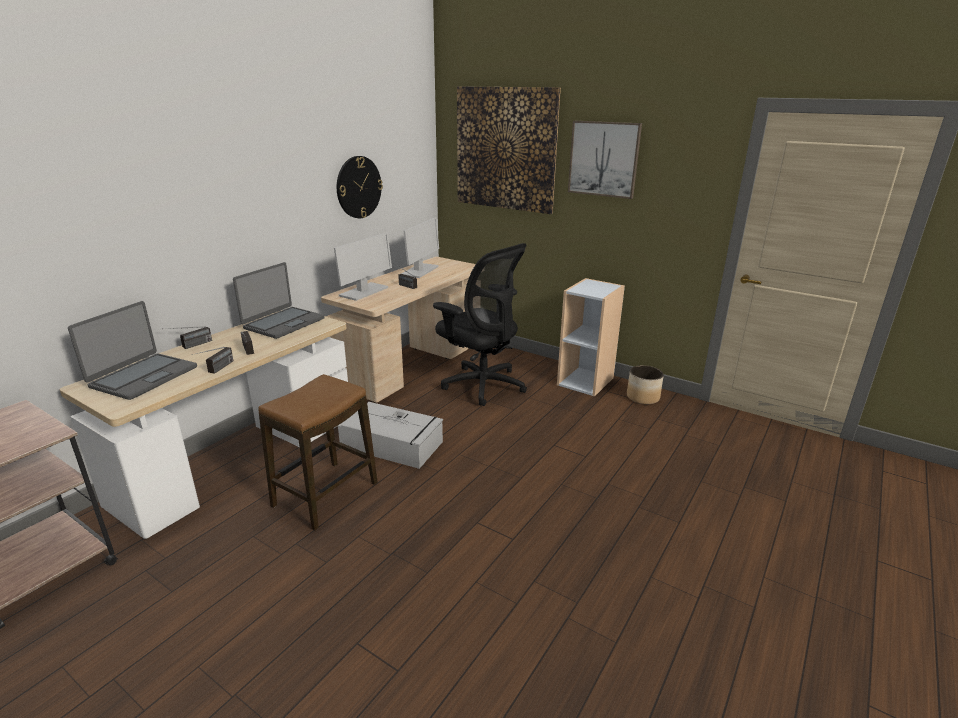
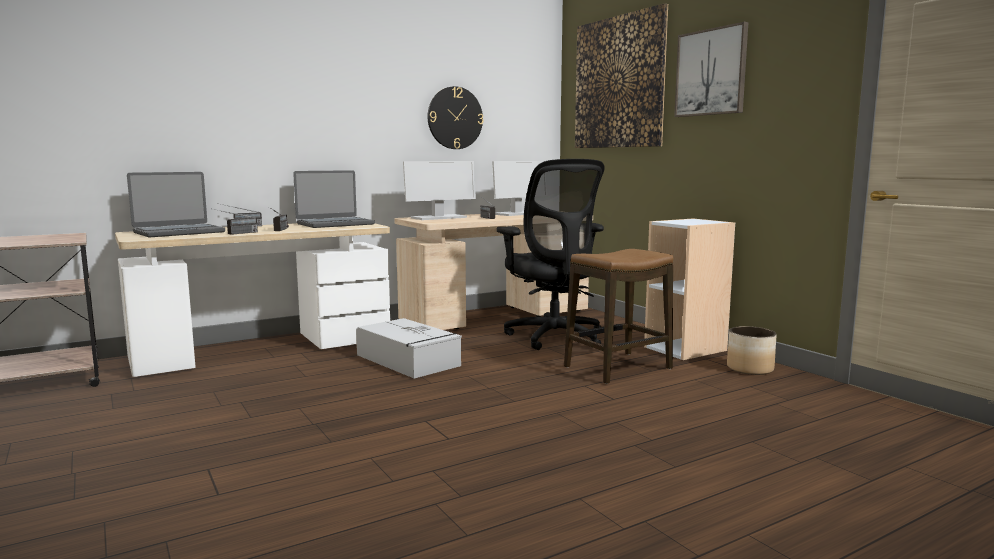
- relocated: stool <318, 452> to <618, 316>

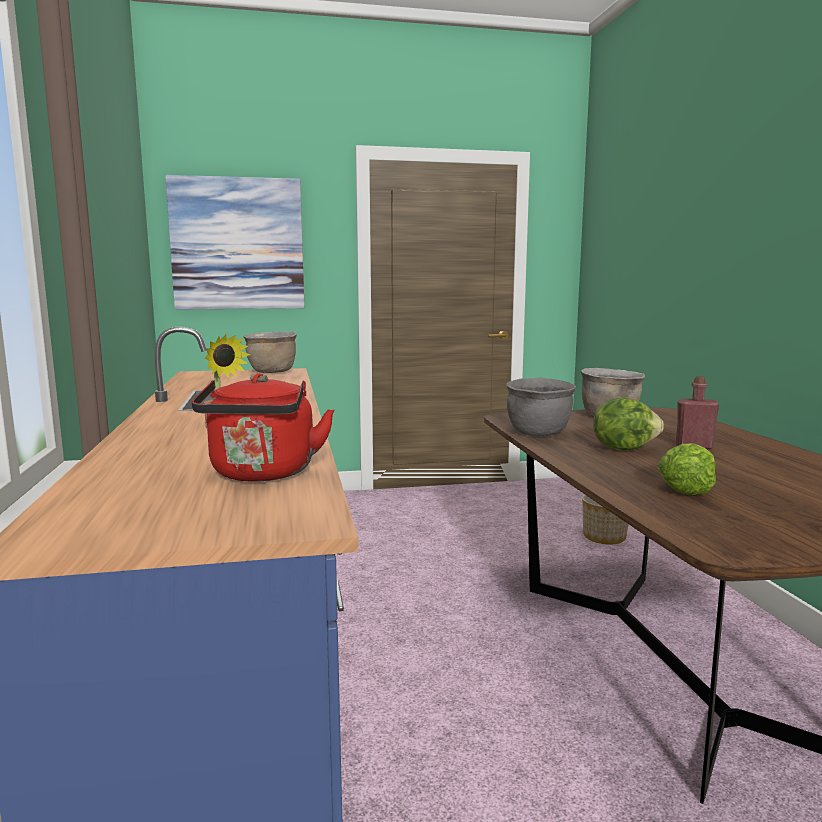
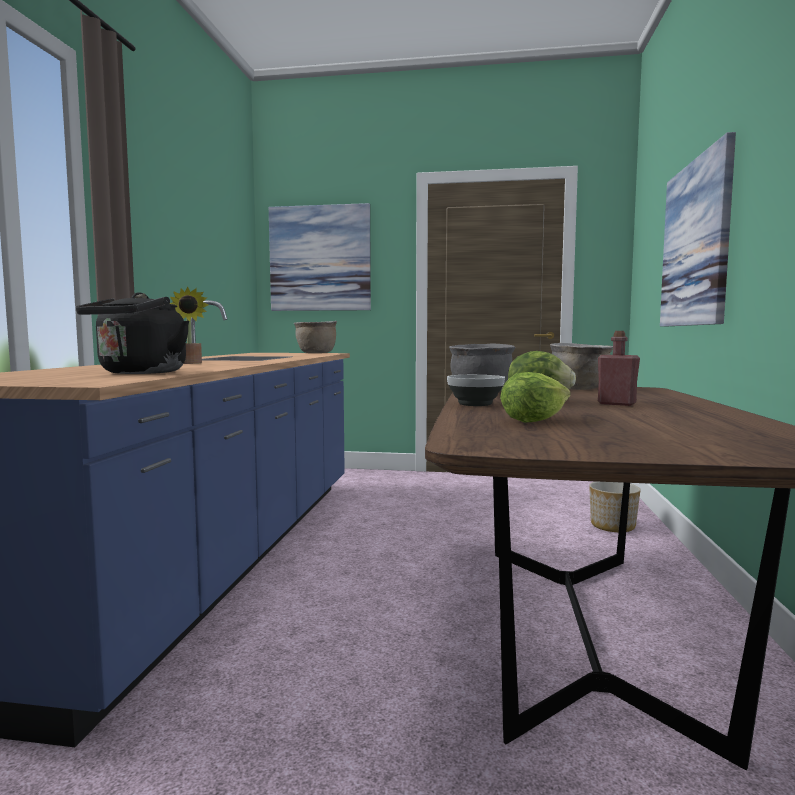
- colour: tea kettle (reddish) <263, 427> to tea kettle (blackish) <132, 333>
- appeared: bowl <476, 390>
- appeared: wall art <698, 229>

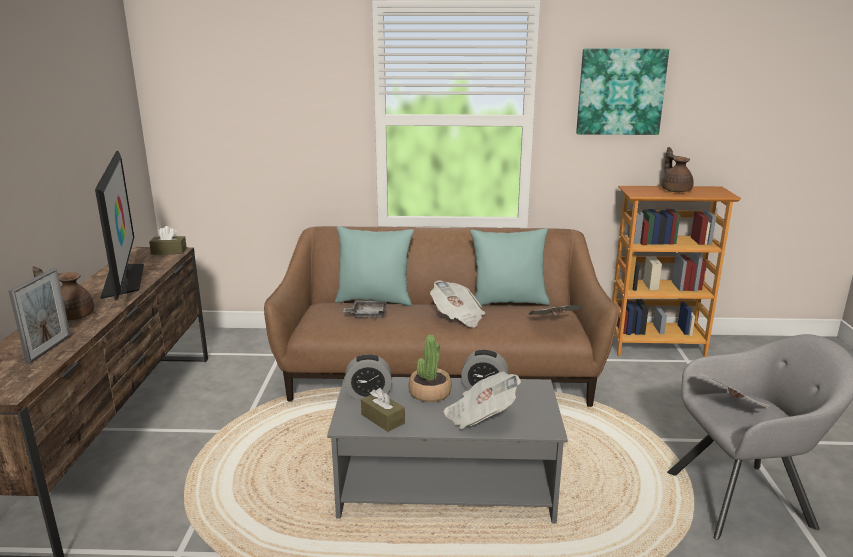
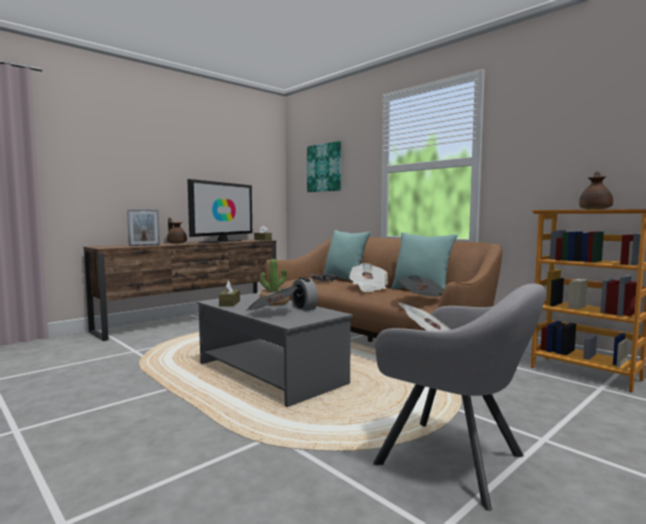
- relocated: wall art <622, 92> to <324, 166>
- missing: bedside clock <368, 376>

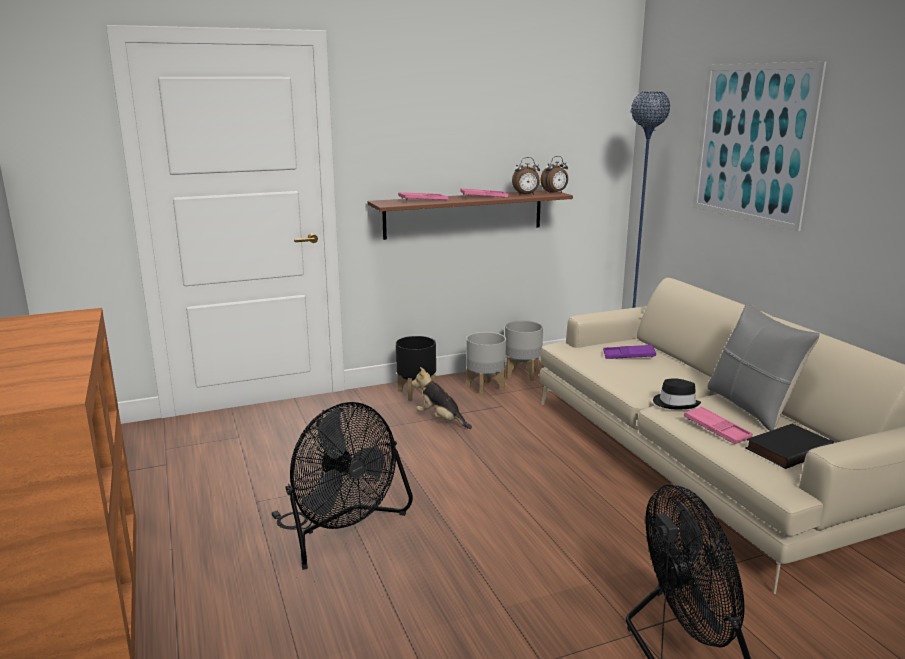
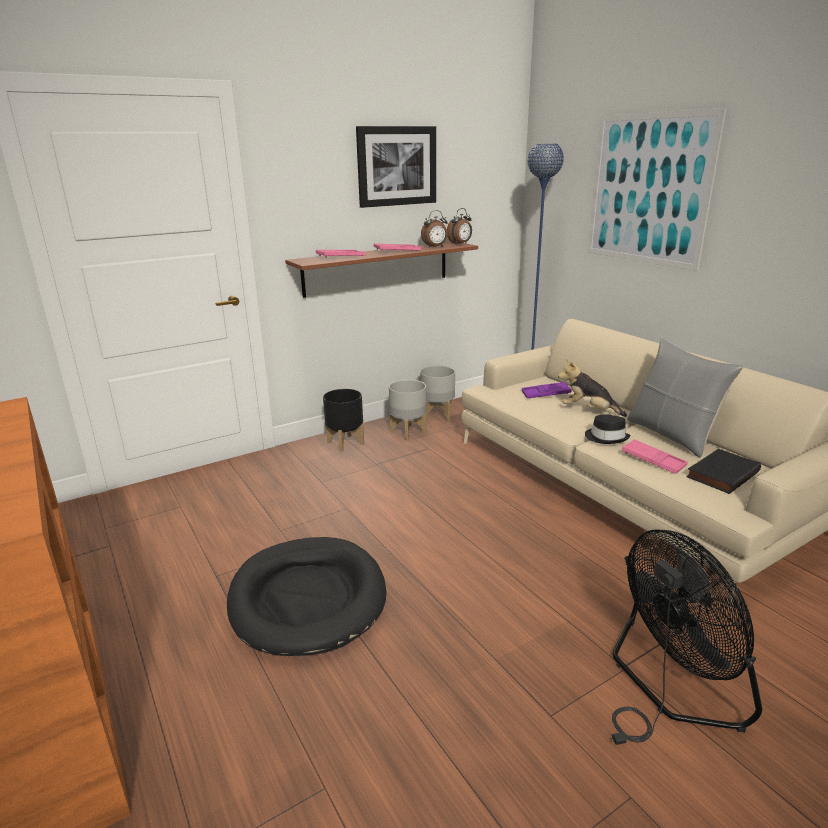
- exchanged: cooling fan (blackish) <342, 486> to dog cushion (blackish) <307, 596>
- appeared: wall art <396, 167>
- relocated: soft toy <441, 398> to <592, 388>

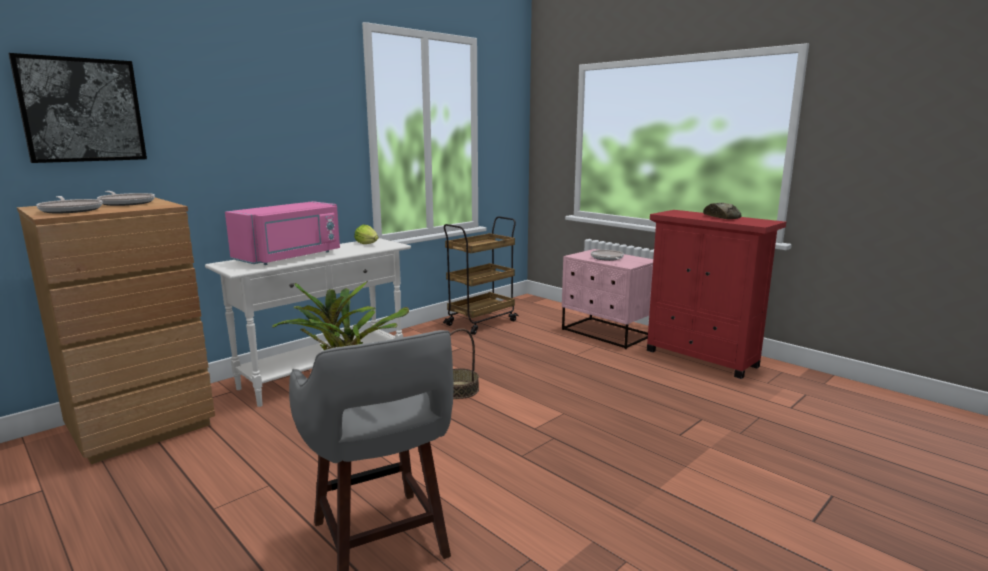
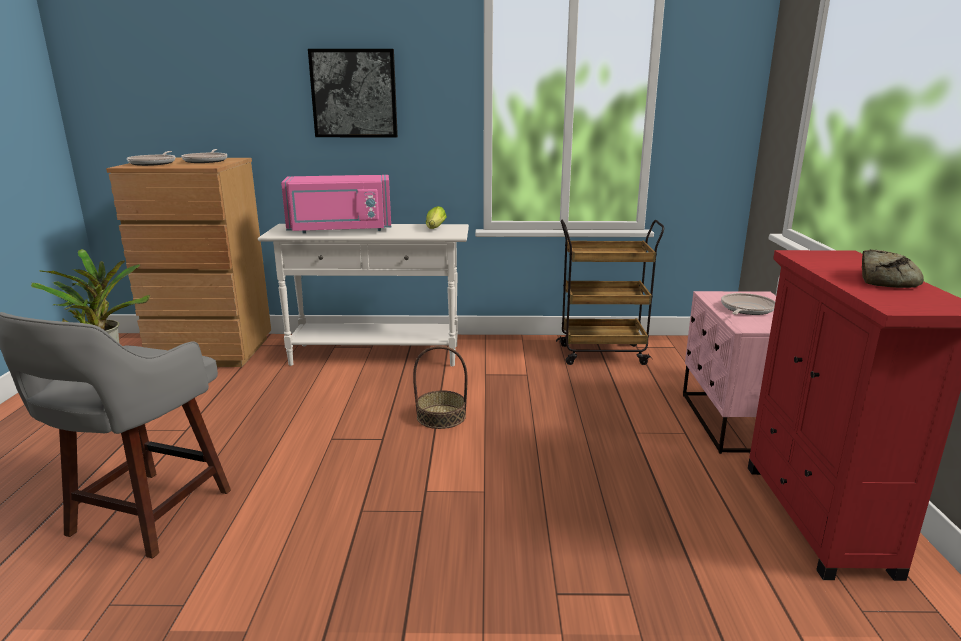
- relocated: wall art <77, 108> to <353, 93>

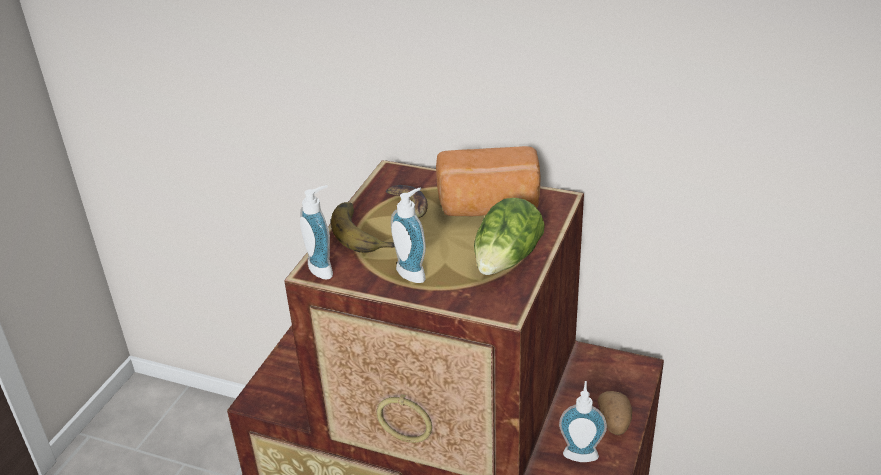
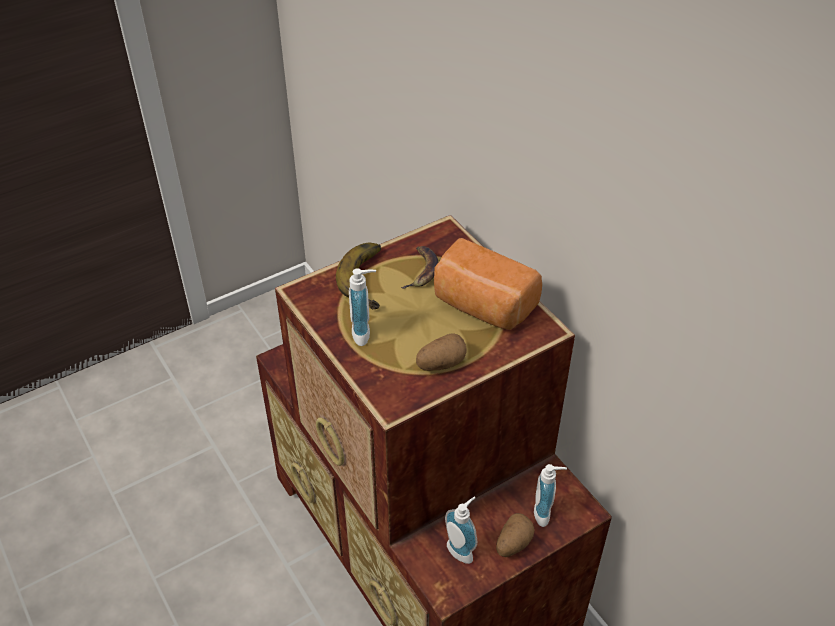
- exchanged: lettuce <509, 236> to potato <441, 352>
- relocated: soap dispenser <316, 232> to <550, 495>

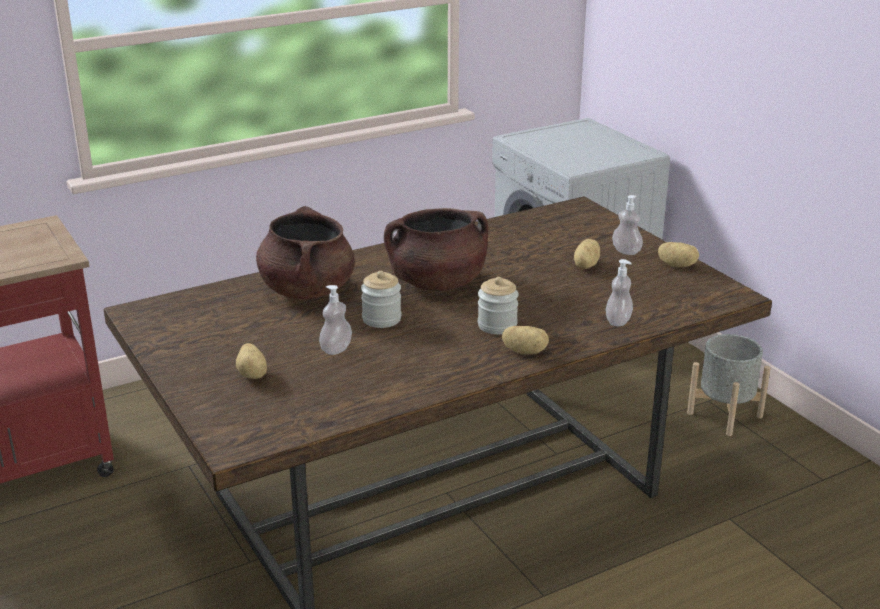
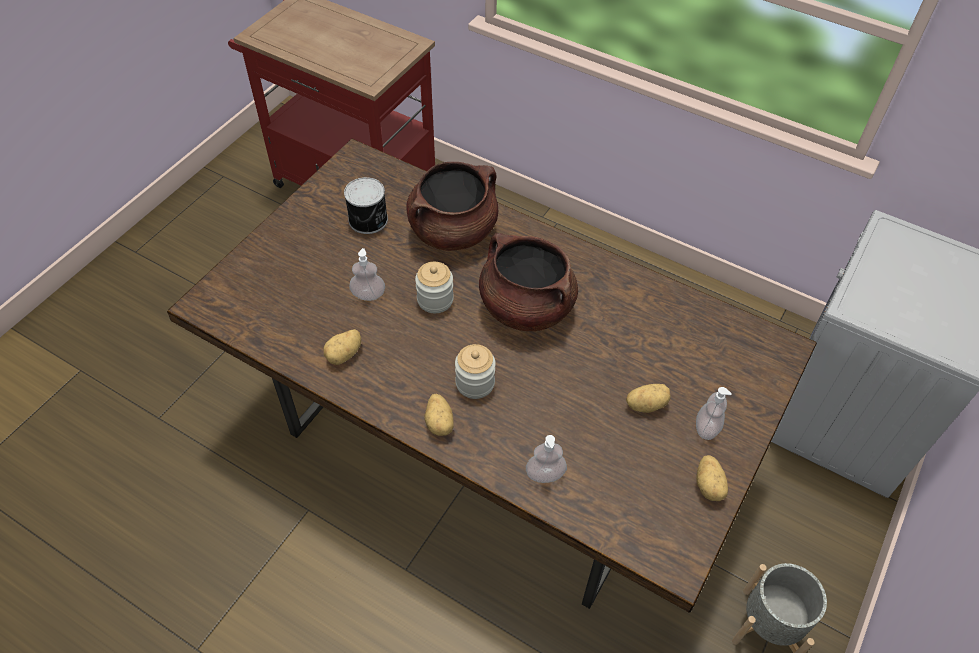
- relocated: potato <251, 361> to <342, 347>
- appeared: can <366, 205>

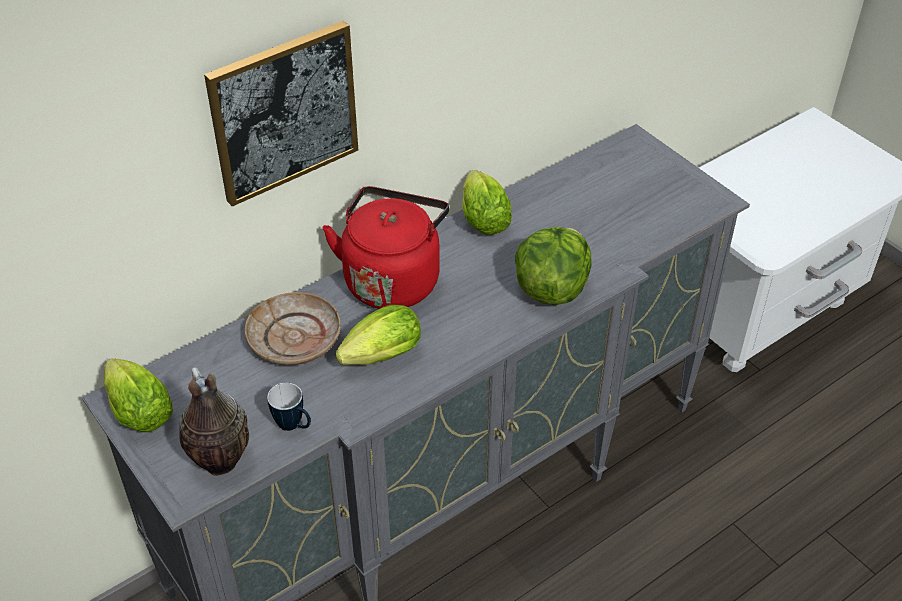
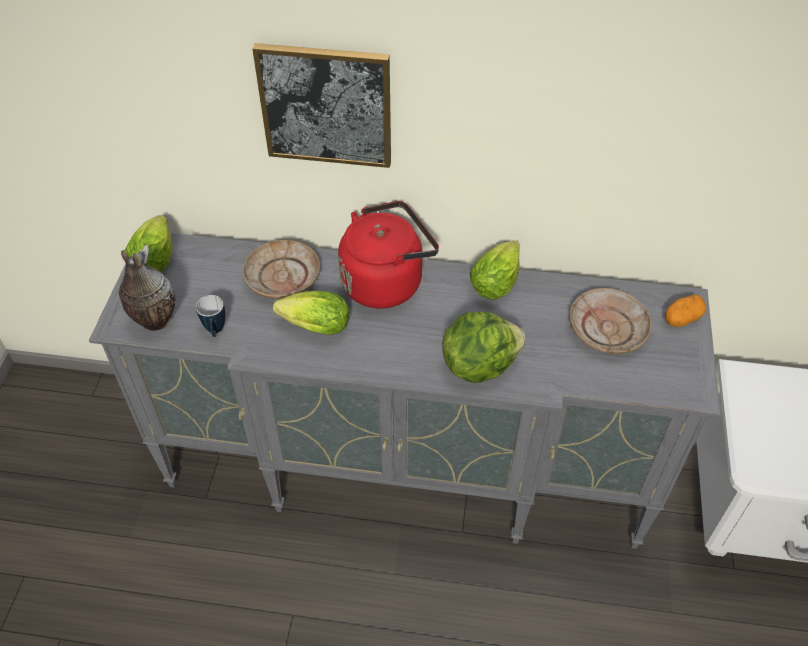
- appeared: flat dish (beige-coloured) <611, 321>
- appeared: potato <685, 310>

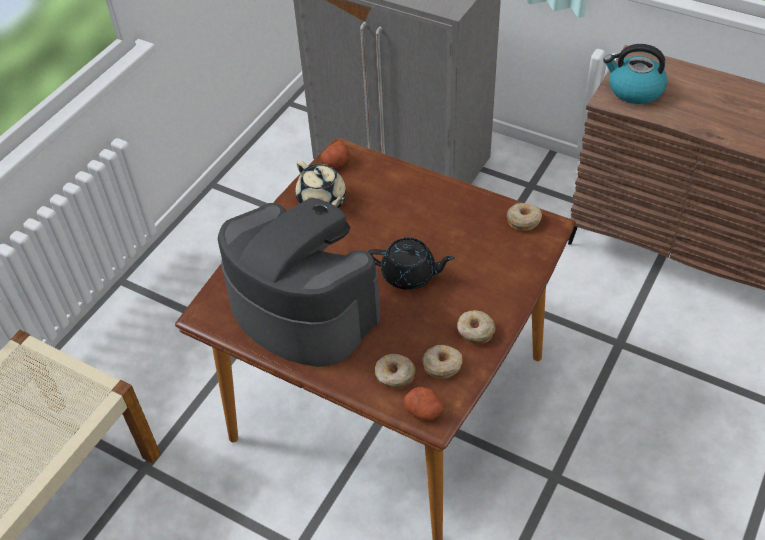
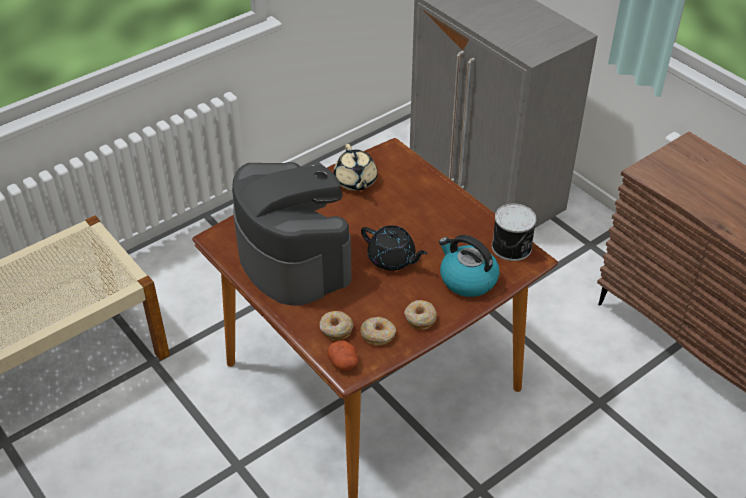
- relocated: tea kettle <635, 74> to <469, 266>
- exchanged: ring doughnut <524, 217> to can <514, 232>
- missing: potato <335, 154>

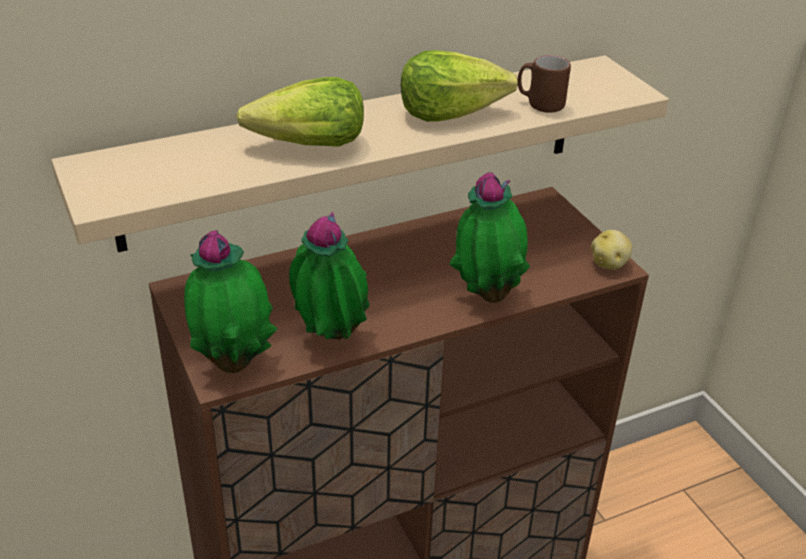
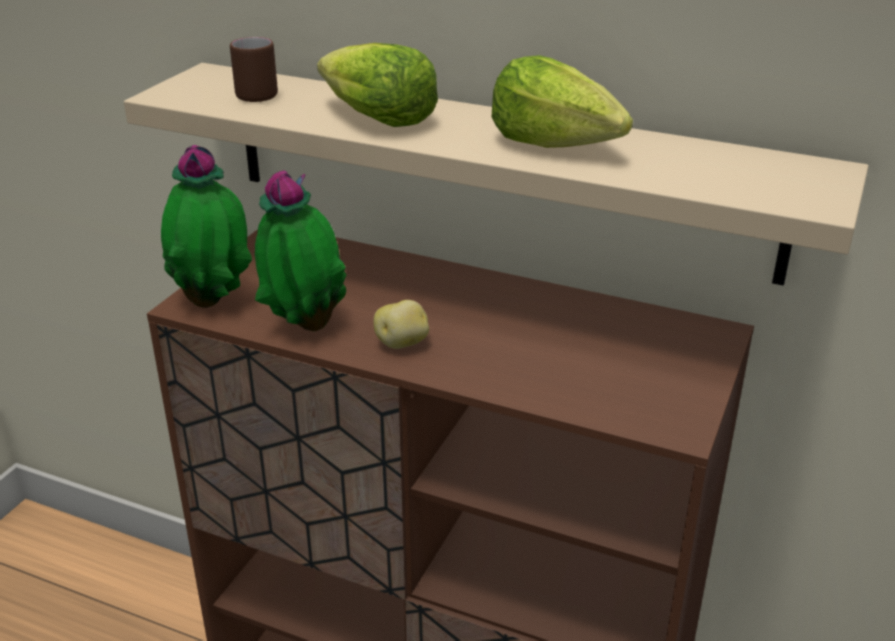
- relocated: coffee mug (brown) <544, 84> to <254, 69>
- relocated: potato <611, 250> to <401, 324>
- missing: plant in a pot <490, 237>

